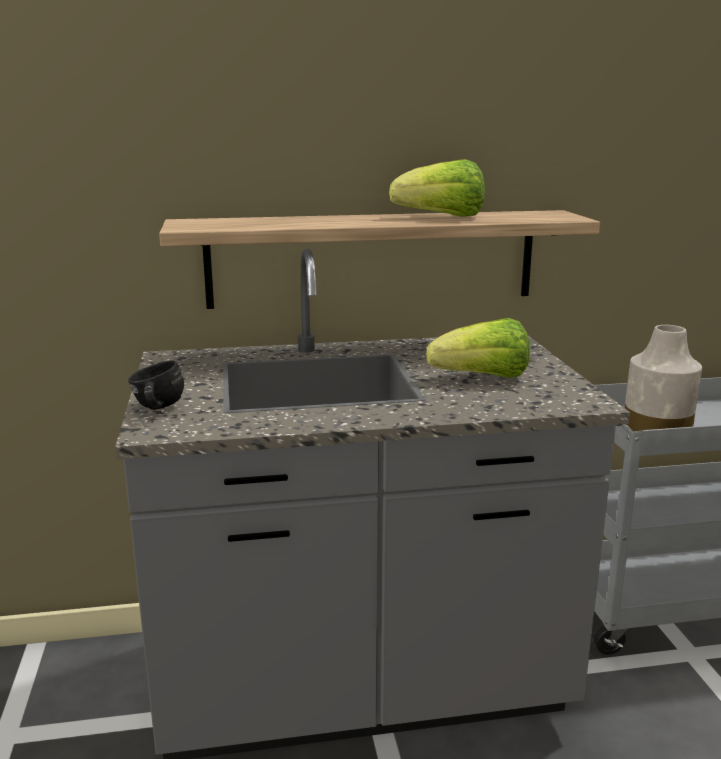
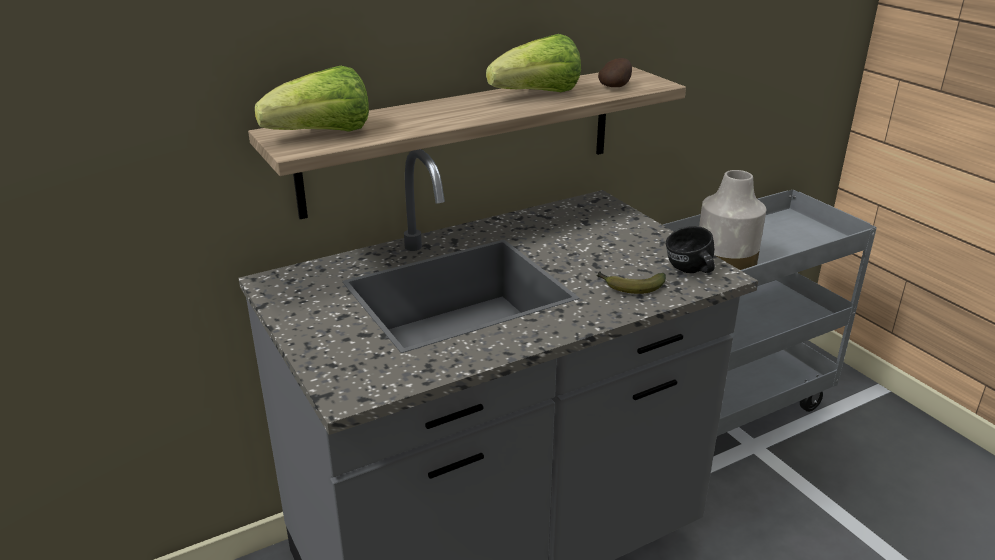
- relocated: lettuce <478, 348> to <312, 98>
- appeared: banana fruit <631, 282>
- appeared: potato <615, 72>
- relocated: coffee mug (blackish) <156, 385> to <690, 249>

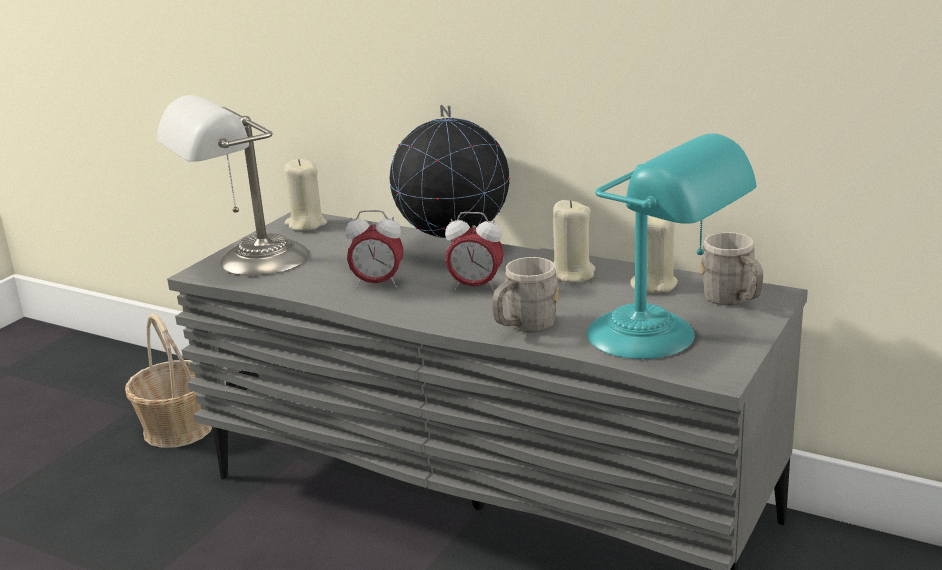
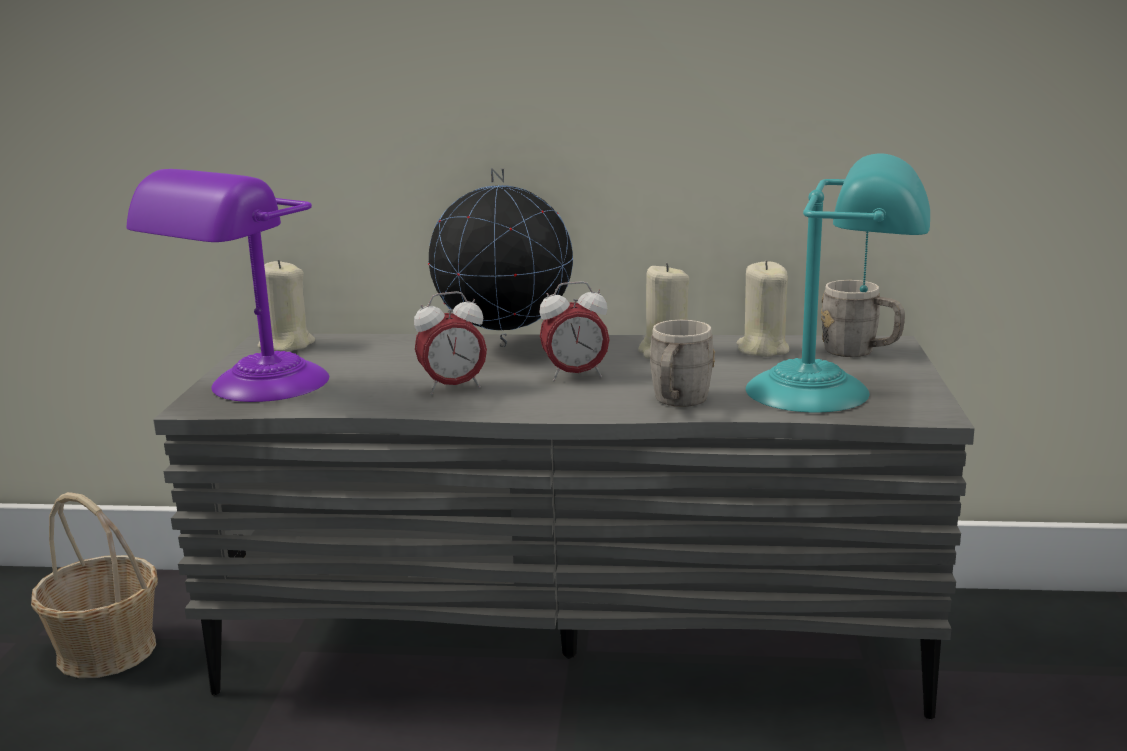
- colour: lamp for a table (whitish) <233, 185> to lamp for a table (purplish) <228, 285>

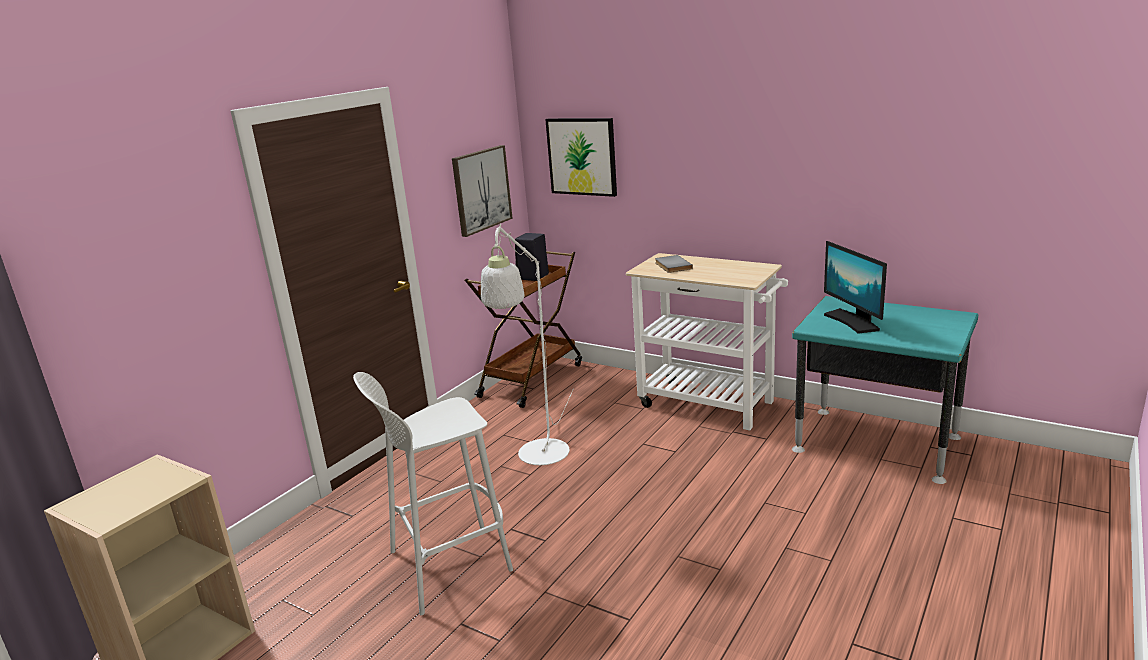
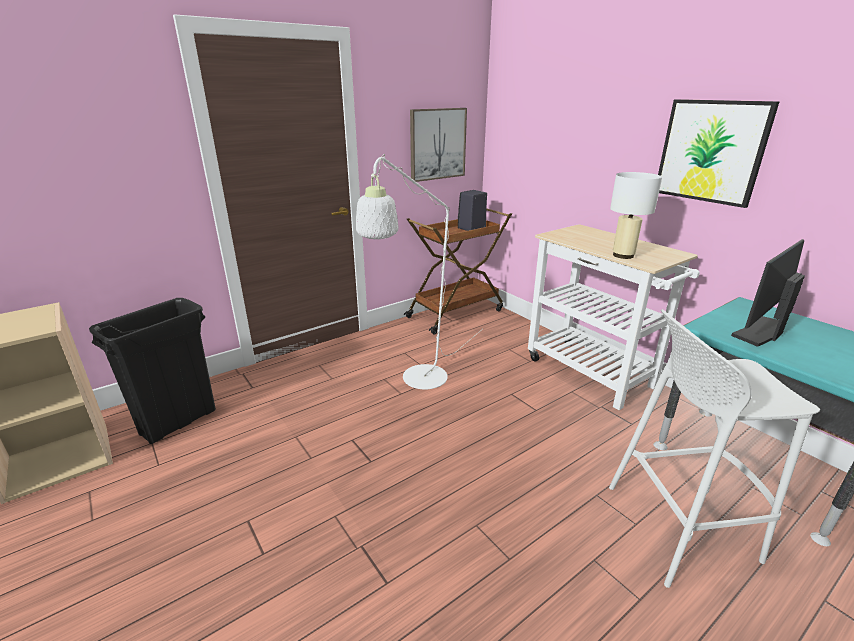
- appeared: trash can (blackish) <152, 371>
- relocated: stool (whitish) <433, 493> to <714, 448>
- appeared: lamp for a table (whitish) <636, 215>
- relocated: wall art <581, 157> to <718, 153>
- spun: monitor <855, 287> = <768, 293> 45 degrees clockwise
- missing: volume (grey) <674, 264>

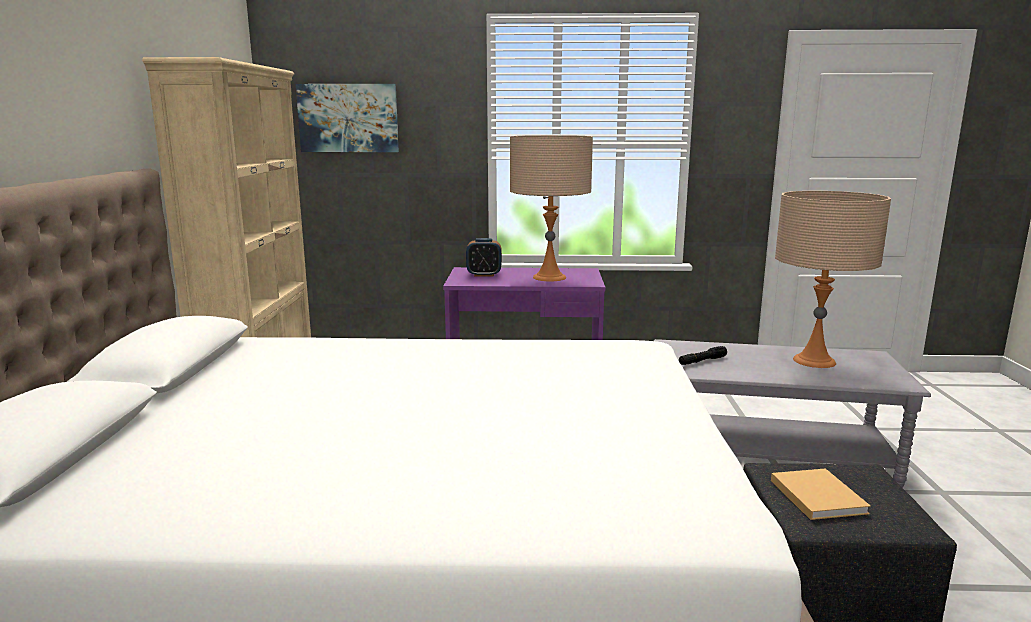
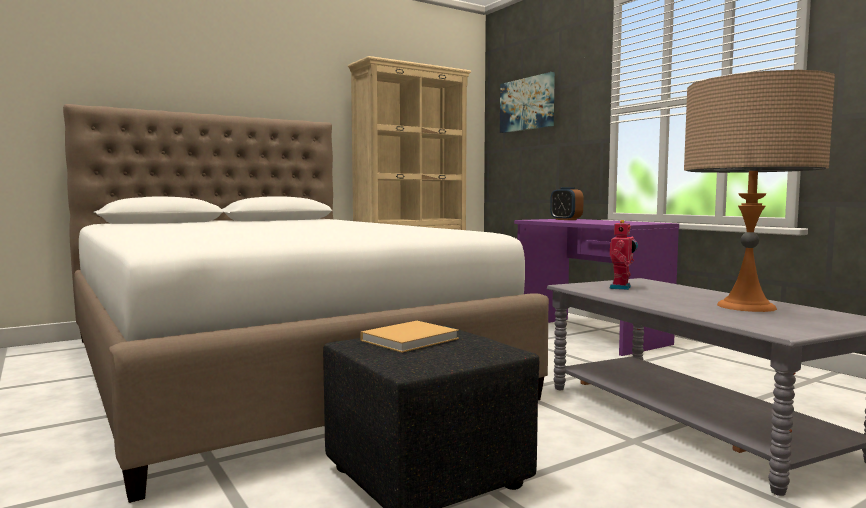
- exchanged: flashlight (blackish) <703, 355> to toy robot <623, 255>
- missing: lamp for a table (beige-coloured) <551, 208>

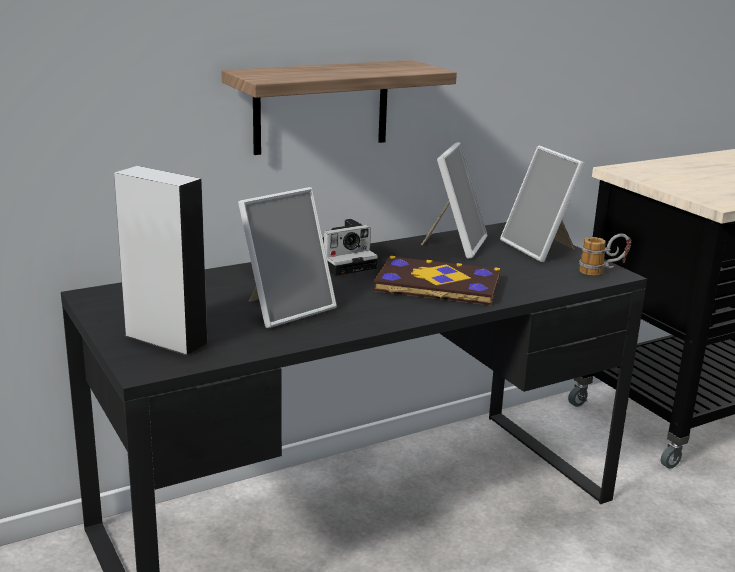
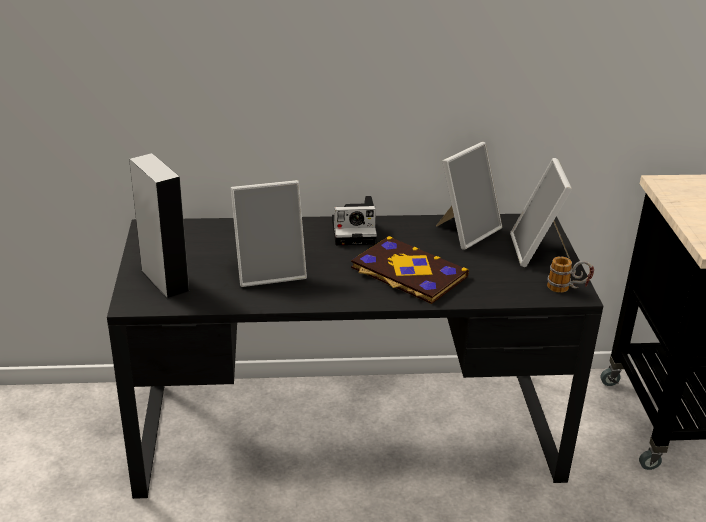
- missing: wall shelf <339, 107>

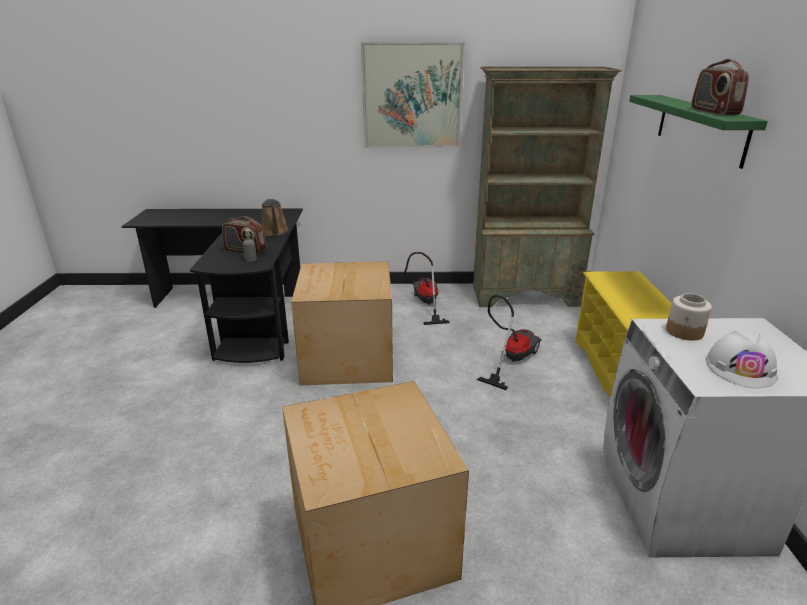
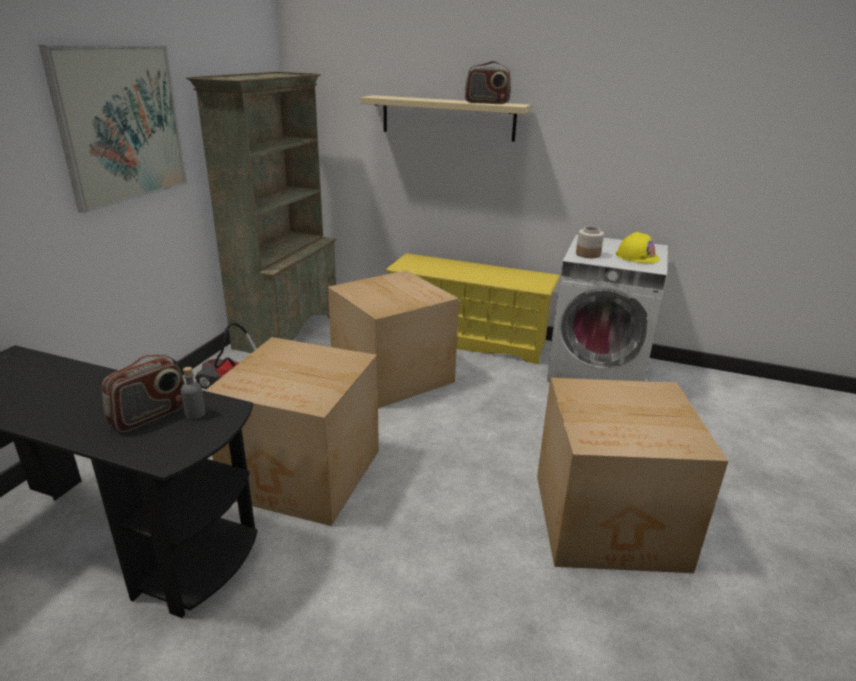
- exchanged: vacuum cleaner <509, 342> to carton <393, 339>
- colour: wall shelf (greenish) <698, 132> to wall shelf (beige-coloured) <445, 118>
- colour: safety helmet (whitish) <741, 359> to safety helmet (yellow-coloured) <638, 247>
- missing: watering pot (brown) <275, 217>

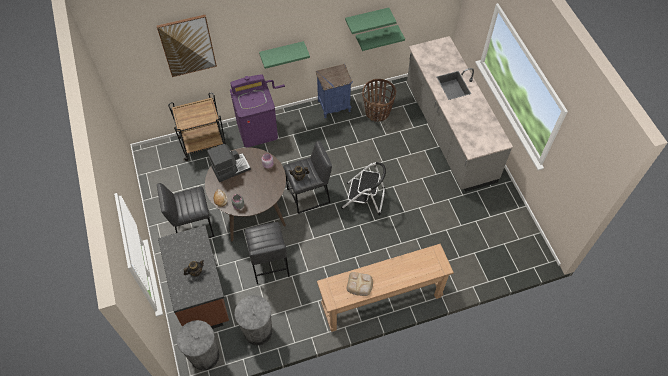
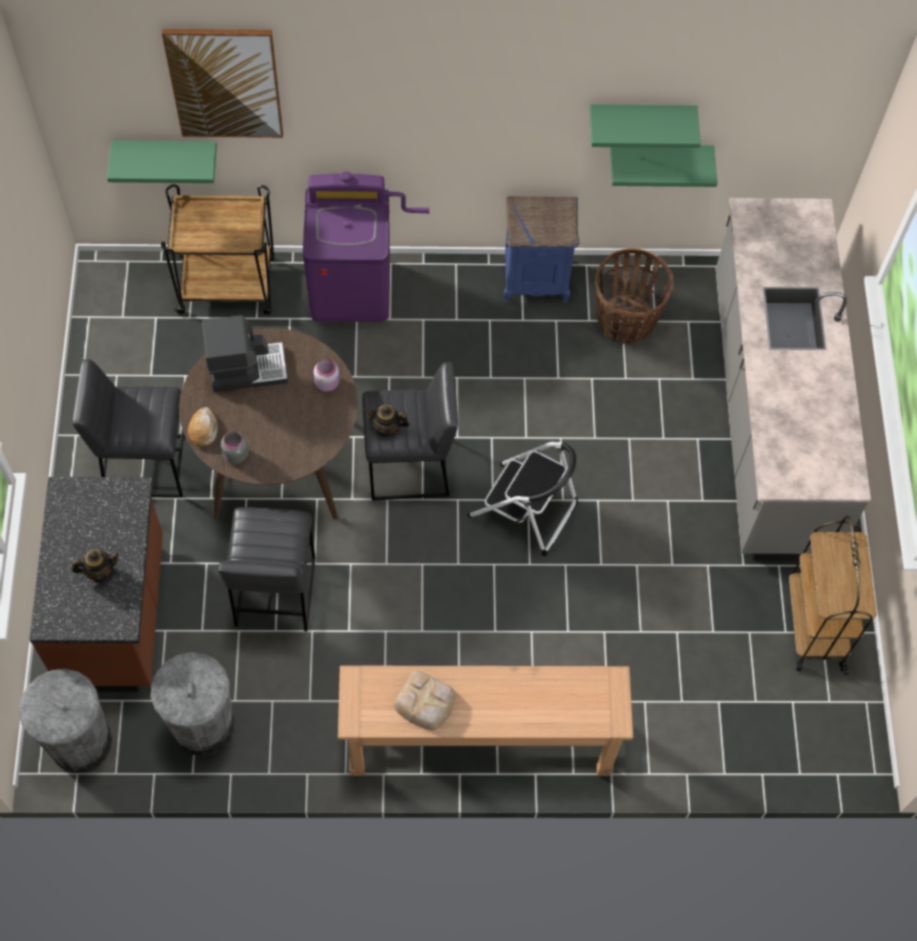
- relocated: wall shelf (greenish) <284, 55> to <162, 161>
- appeared: wheeled cart (brown) <832, 595>

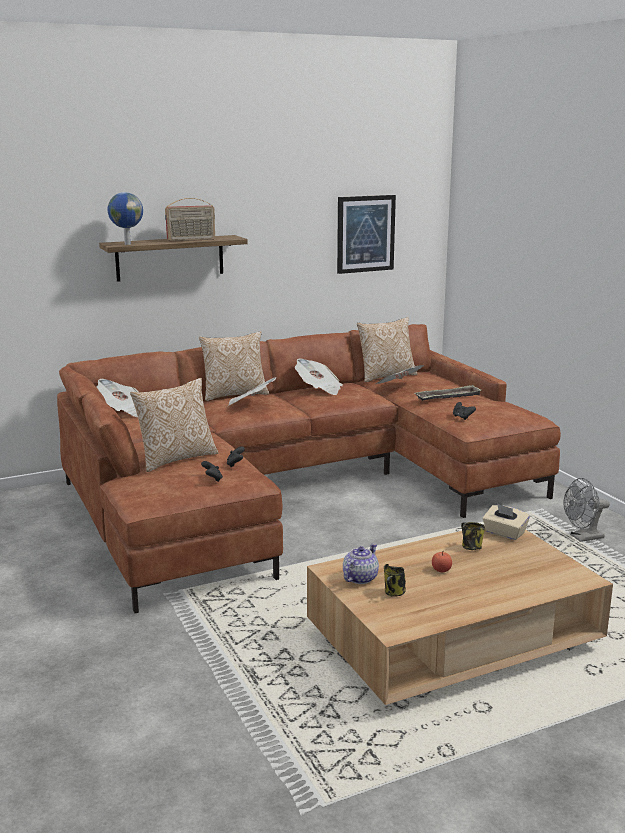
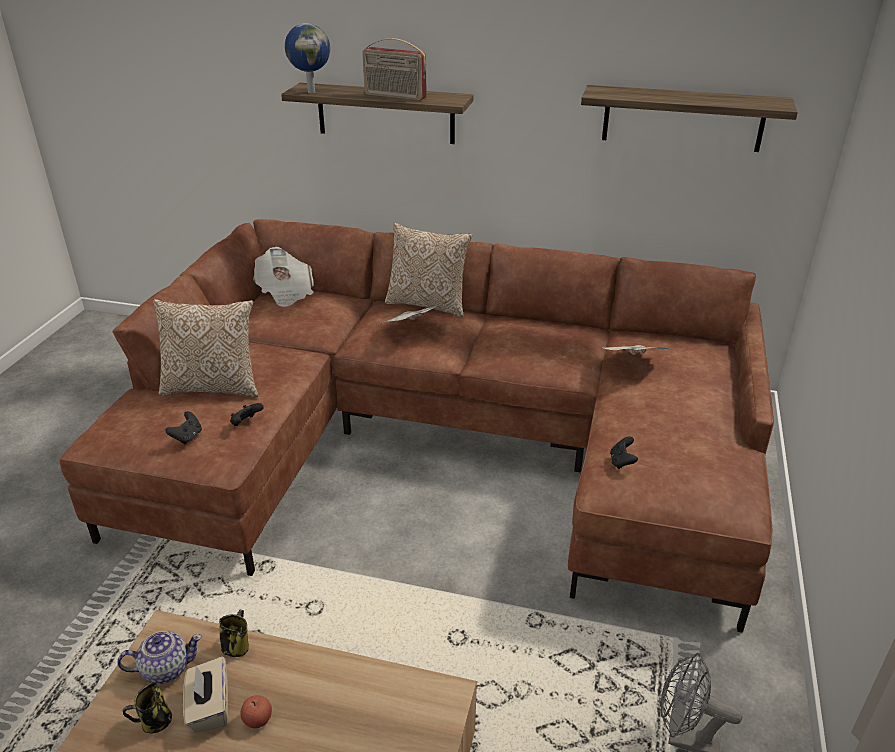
- relocated: tissue box (beige-coloured) <506, 522> to <205, 695>
- relocated: coffee mug <473, 536> to <234, 633>
- exchanged: wall art <366, 234> to wall shelf <689, 118>
- missing: daily paper <319, 376>
- missing: pillow <387, 349>
- missing: serving tray <448, 393>

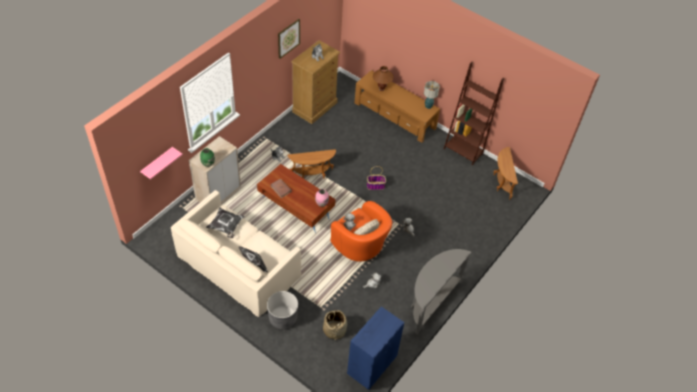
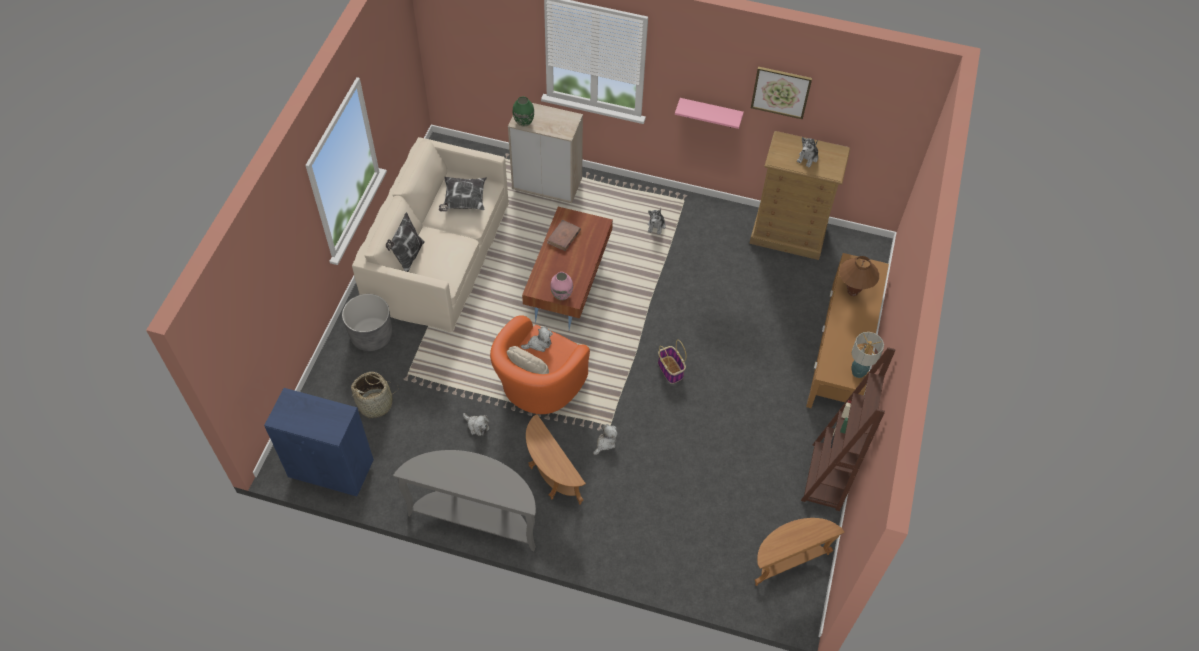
- relocated: side table (brown) <312, 164> to <556, 459>
- relocated: wall shelf (pinkish) <161, 163> to <709, 113>

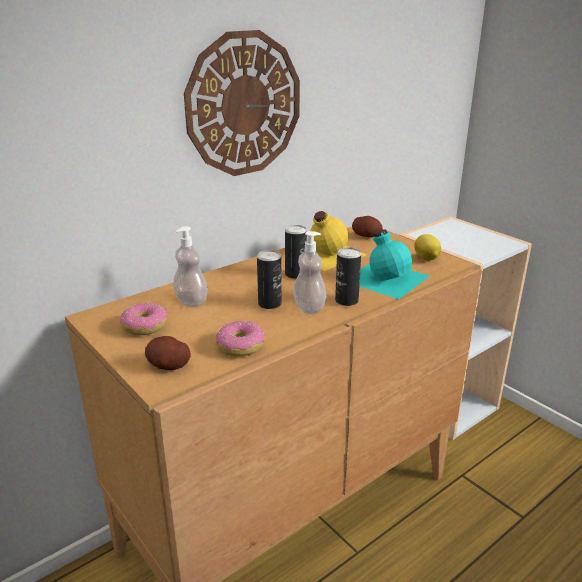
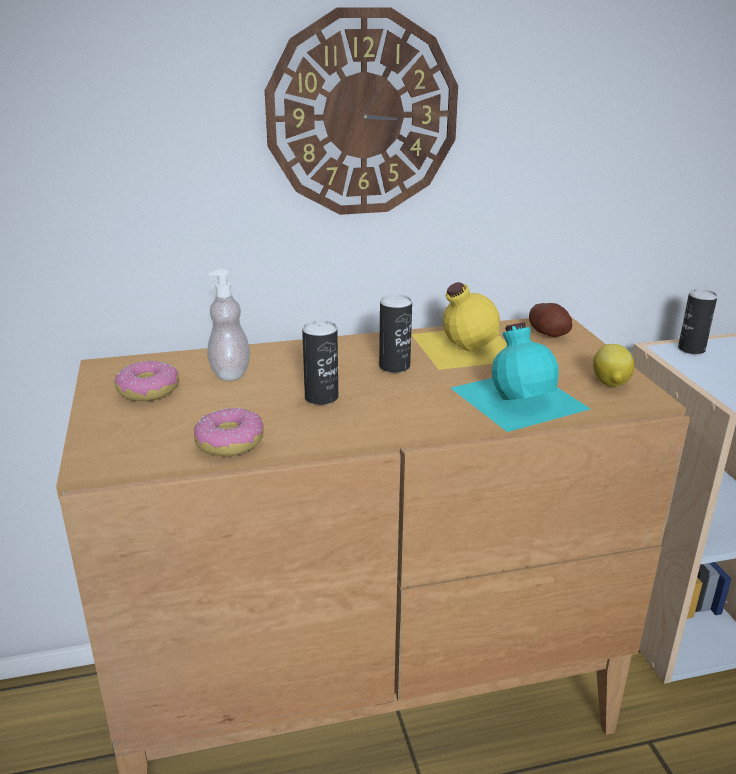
- relocated: can <348, 276> to <697, 321>
- missing: potato <168, 353>
- missing: soap dispenser <309, 272>

